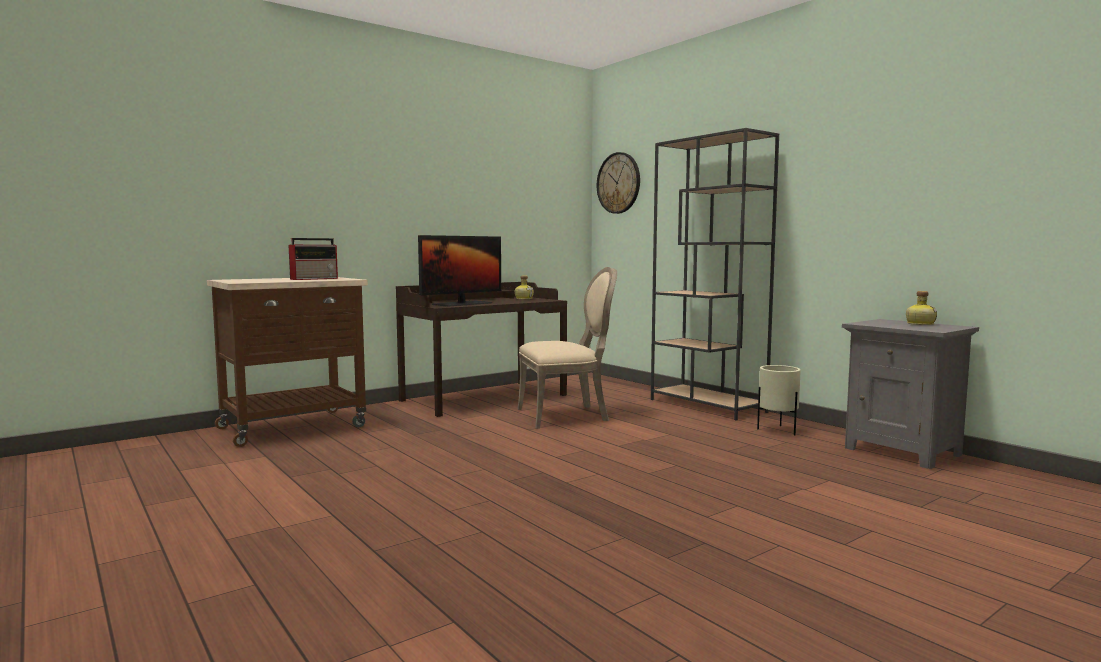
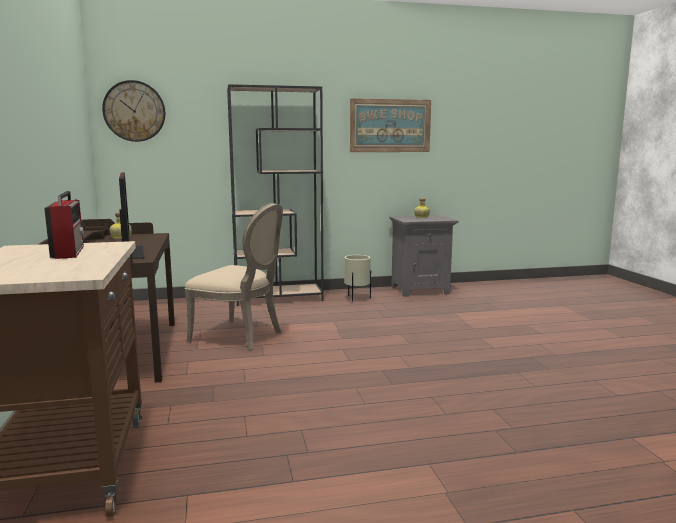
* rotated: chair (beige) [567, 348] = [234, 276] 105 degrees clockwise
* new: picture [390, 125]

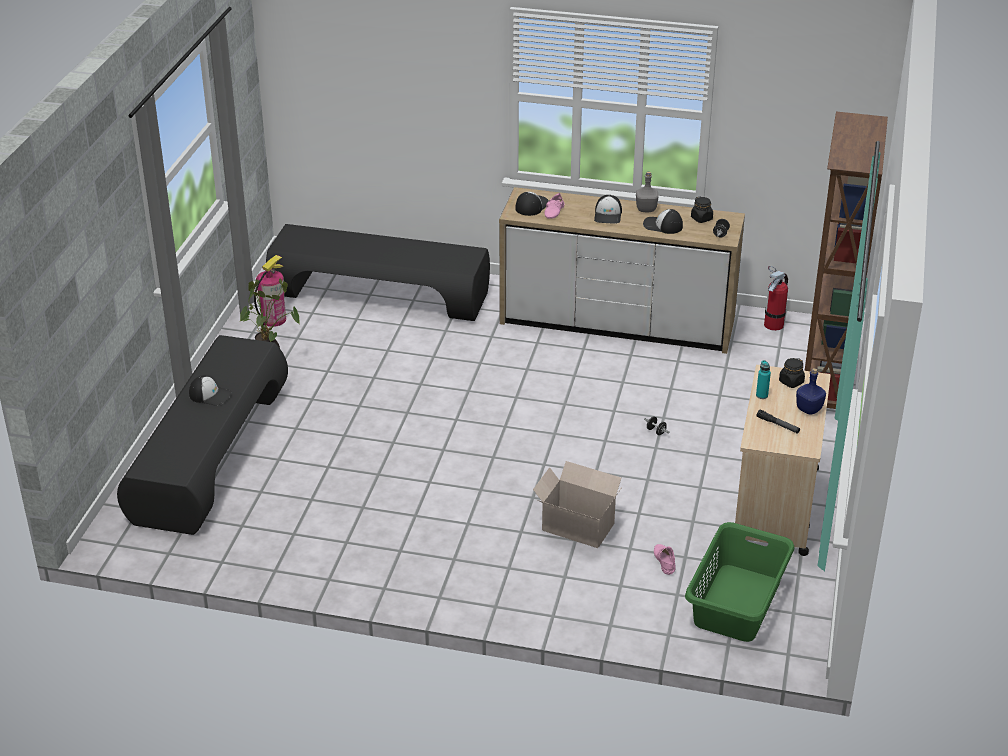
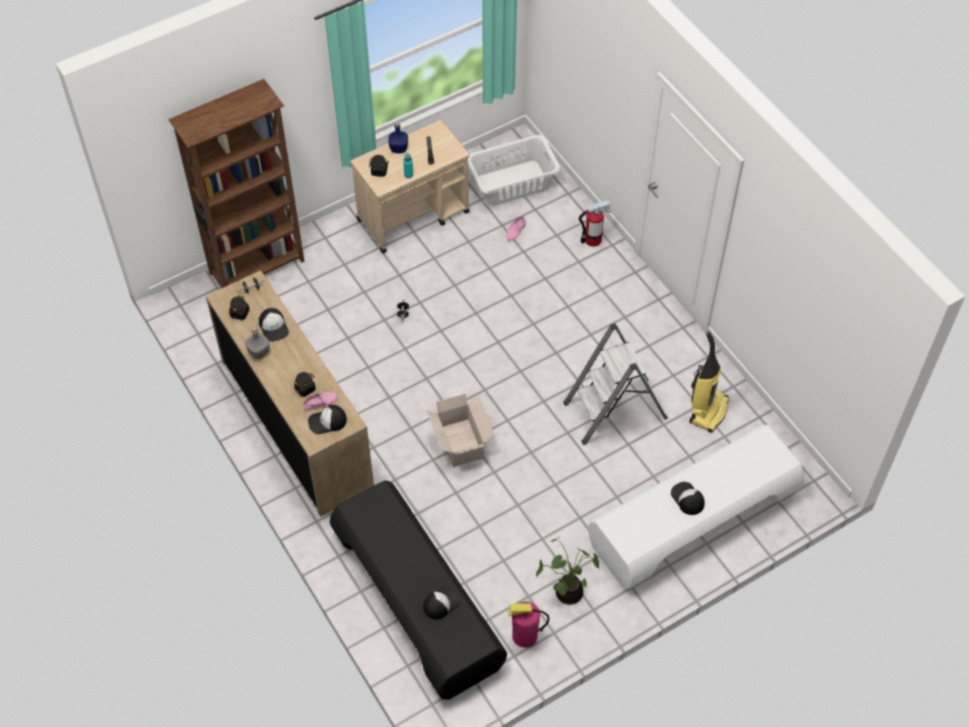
* new: jar (black) [305, 384]
* shifted: cap [608, 209] to [442, 602]
* shifted: cardboard box [577, 504] to [460, 430]
* repainted: laundry basket (green) [740, 582] to laundry basket (white) [514, 170]
* new: step ladder (grey) [615, 384]
* shifted: fire extinguisher [776, 298] to [595, 223]
* repainted: bench (black) [202, 435] to bench (white) [696, 507]
* new: vacuum cleaner [709, 382]

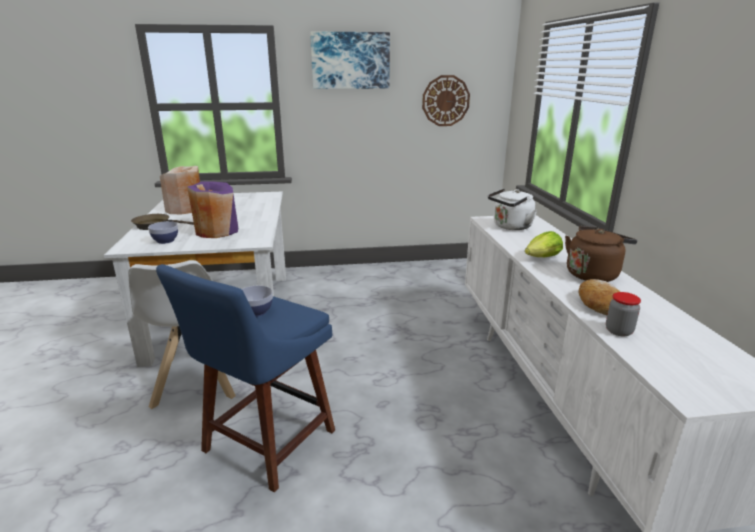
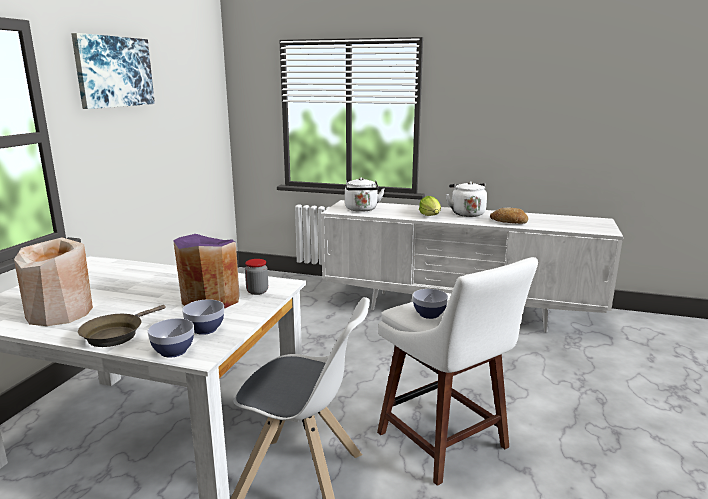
* new: bowl [171, 338]
* shifted: jar [623, 314] to [256, 277]
* repainted: stool (blue) [245, 378] to stool (white) [457, 371]
* repainted: kettle (brown) [601, 254] to kettle (white) [466, 199]
* gone: wall clock [446, 100]

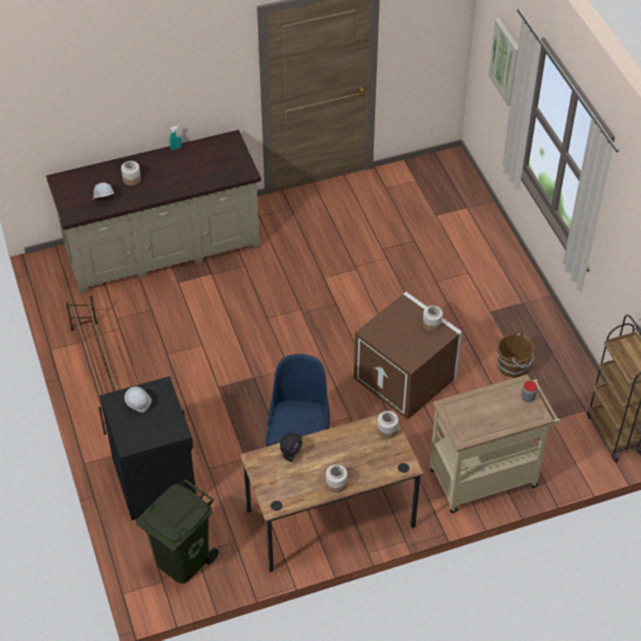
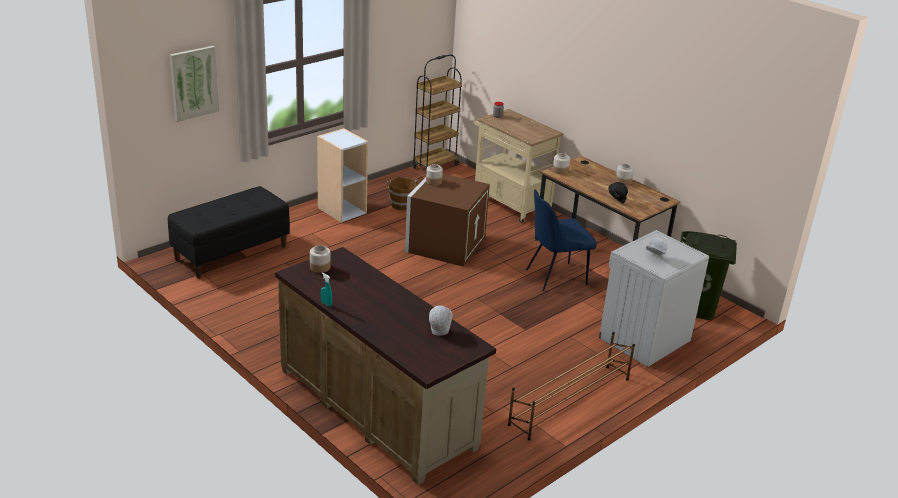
* new: bench (black) [229, 232]
* shifted: jar [131, 173] to [320, 259]
* new: bookcase [342, 175]
* repainted: washing machine (black) [148, 448] to washing machine (white) [654, 298]

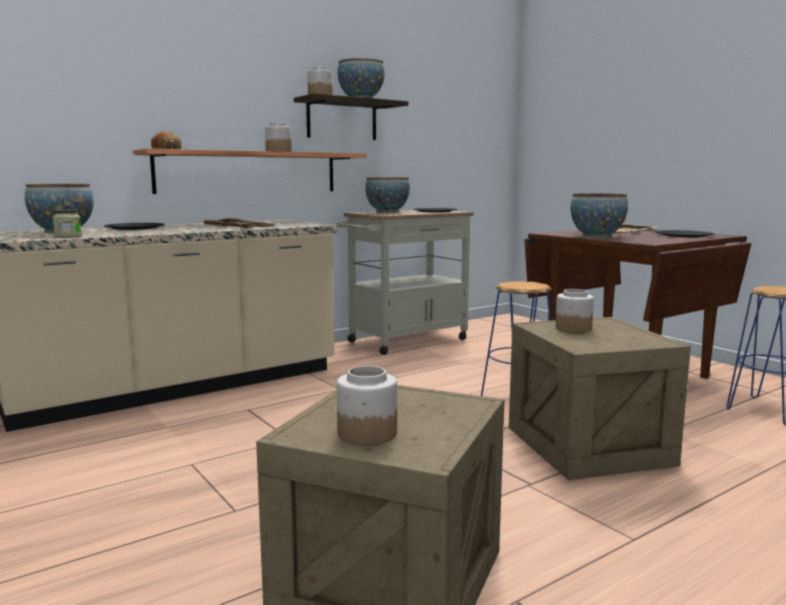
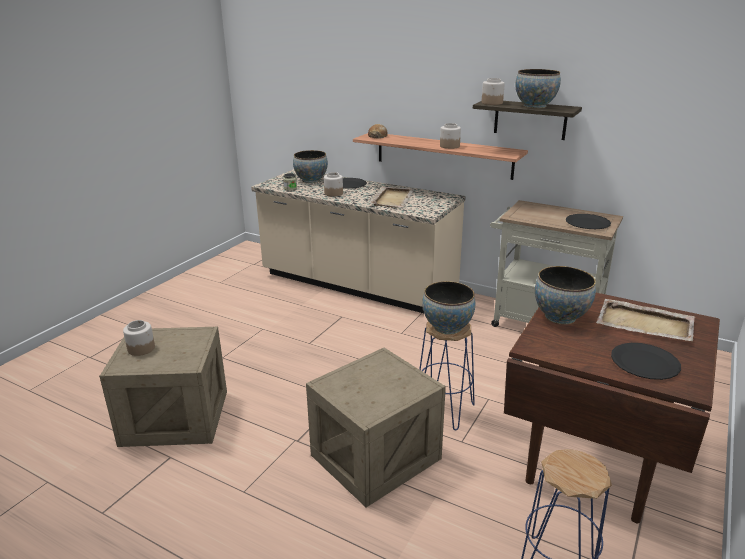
* shifted: jar [574, 311] to [333, 184]
* shifted: bowl [387, 195] to [448, 308]

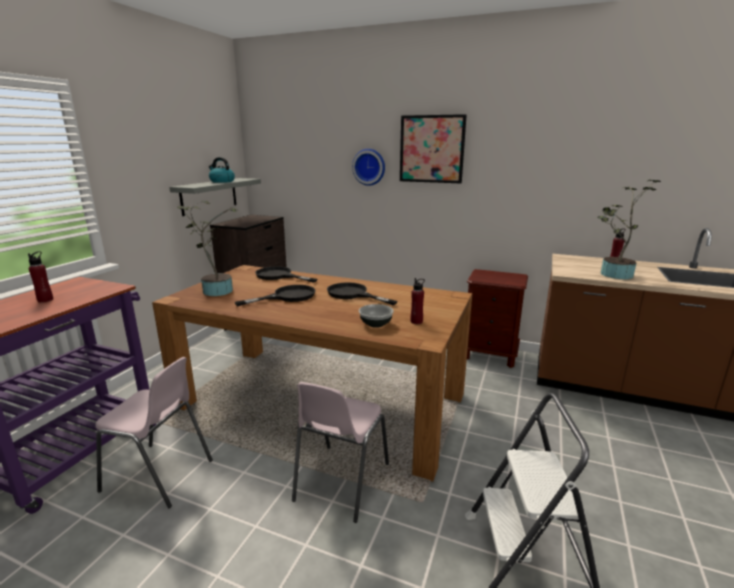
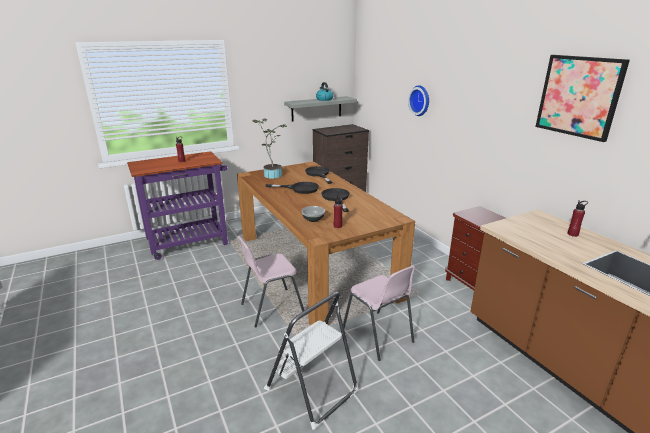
* shifted: chair (pink) [154, 432] to [379, 313]
* shifted: picture [433, 148] to [582, 98]
* gone: potted plant [629, 229]

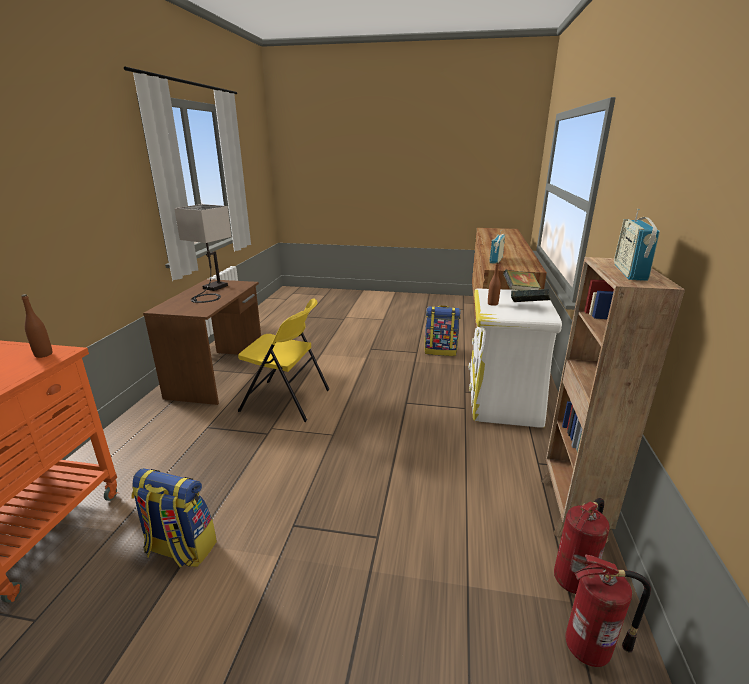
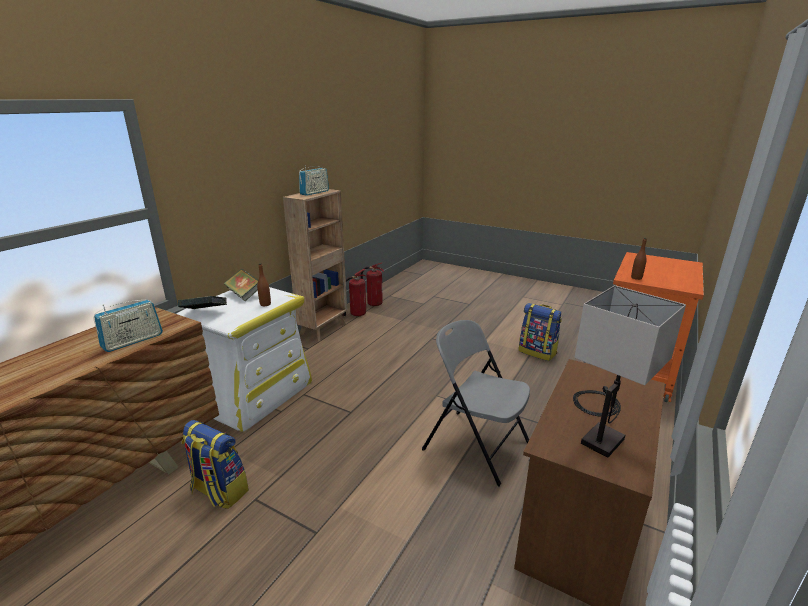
* repainted: chair (yellow) [283, 360] to chair (grey) [476, 403]

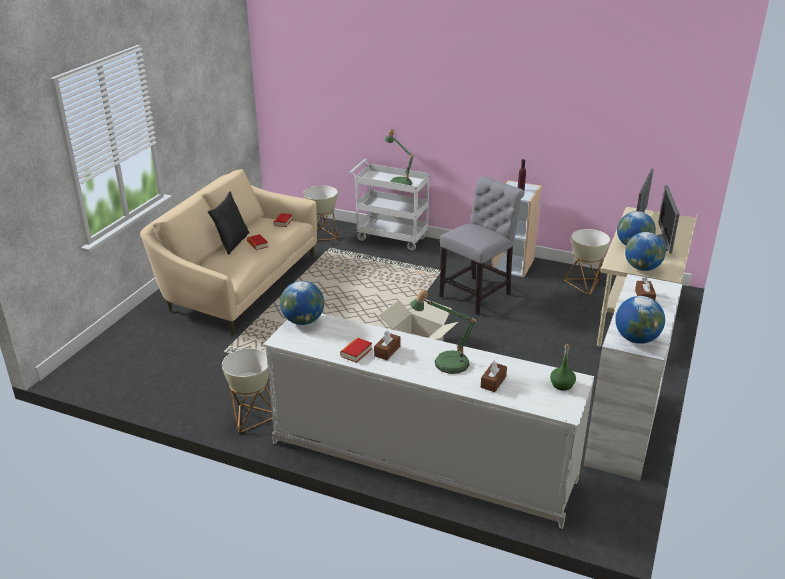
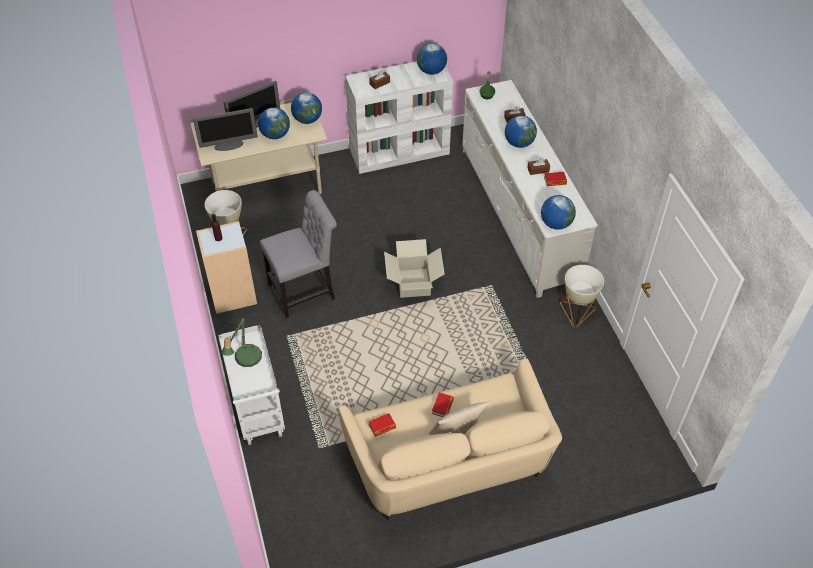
* rotated: chair (grey) [481, 245] = [298, 254] 150 degrees clockwise
* repainted: pillow (black) [228, 223] to pillow (beige) [459, 418]
* swapped: table lamp [444, 332] to globe [521, 131]
* gone: planter [320, 213]

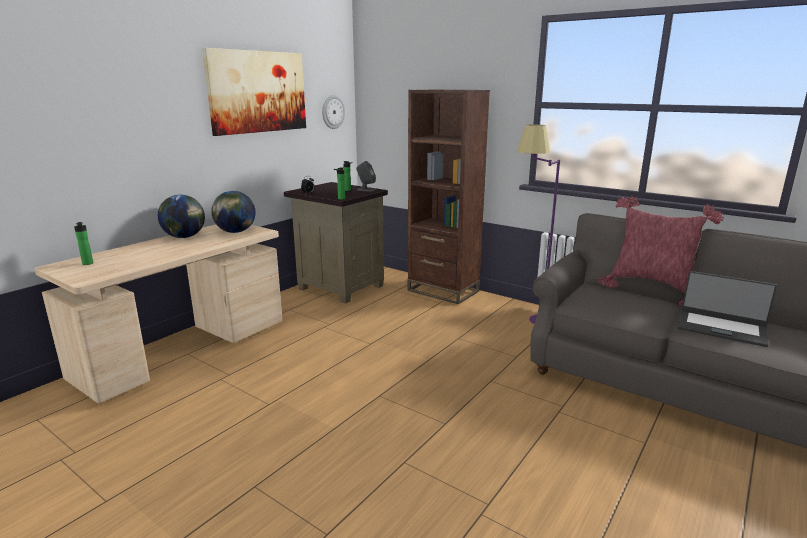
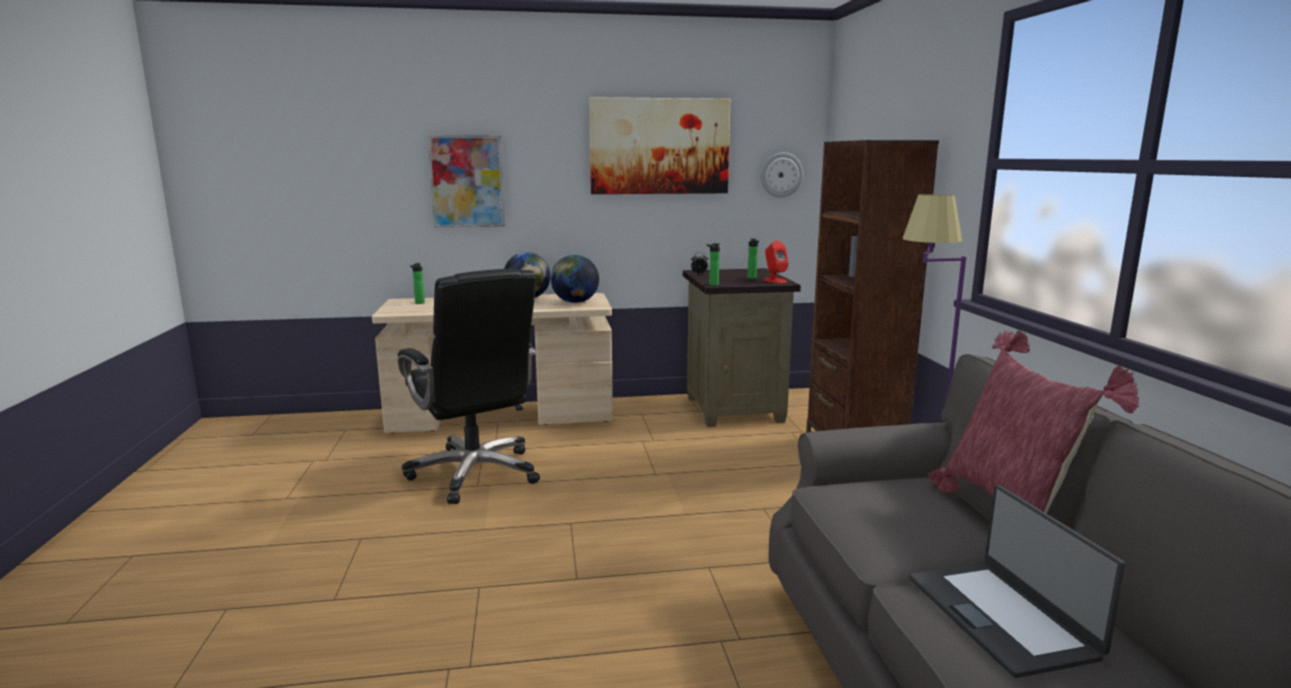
* new: office chair (black) [469, 386]
* new: picture [466, 181]
* repainted: speaker (grey) [366, 176] to speaker (red) [776, 262]

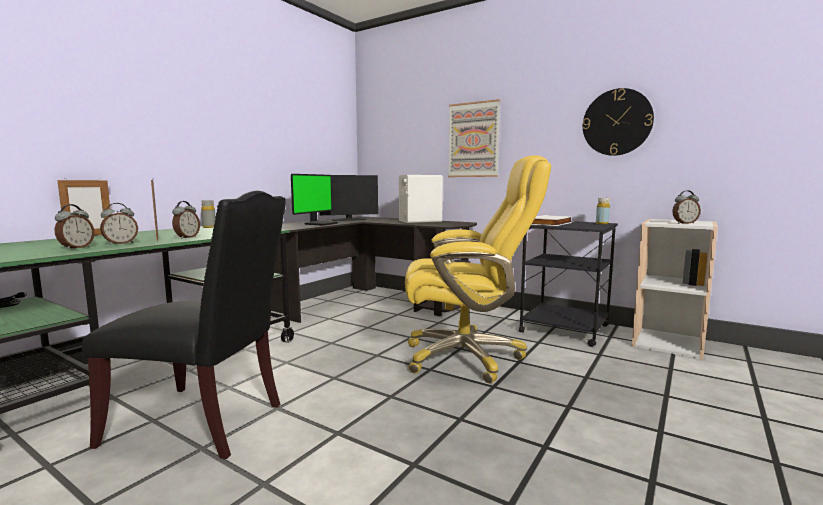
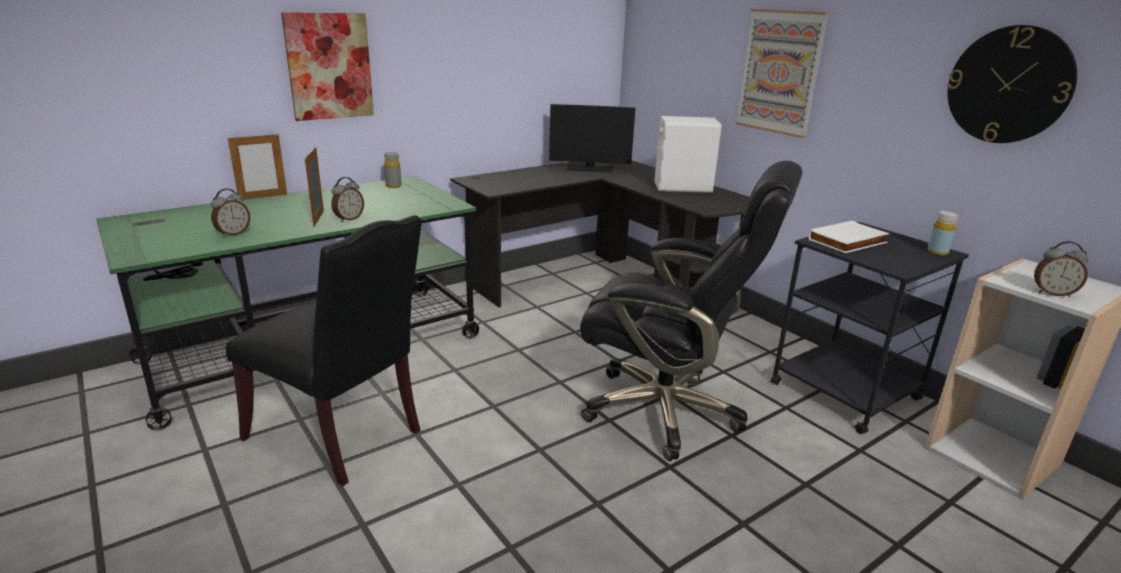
* new: picture [327, 66]
* repainted: office chair (yellow) [478, 269] to office chair (black) [691, 311]
* gone: alarm clock [119, 224]
* gone: monitor [314, 200]

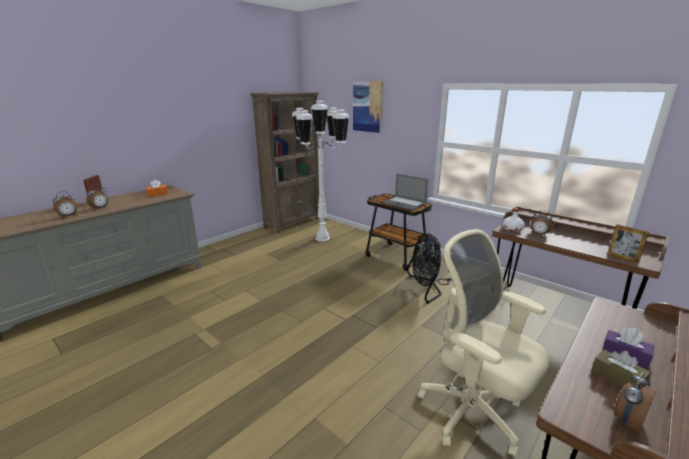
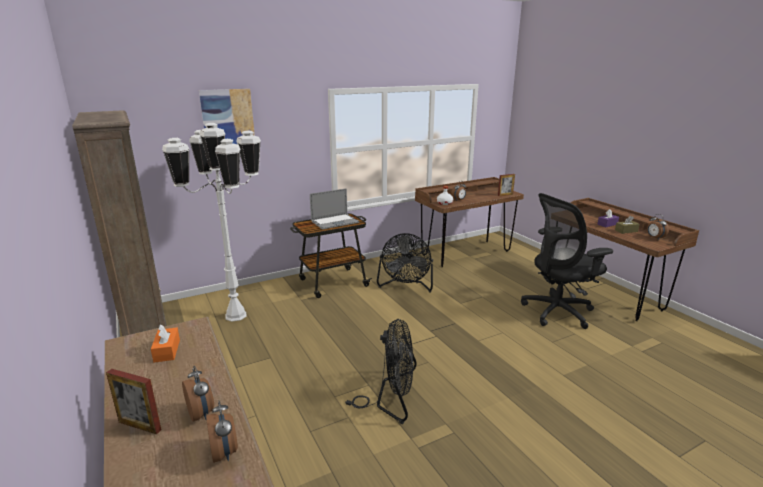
* new: fan (black) [381, 371]
* repainted: office chair (beige) [483, 342] to office chair (black) [567, 261]

